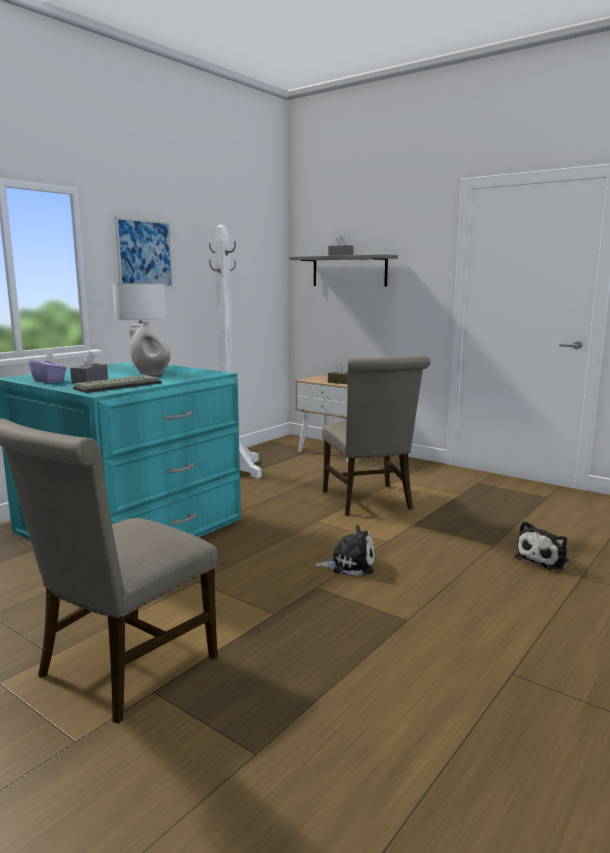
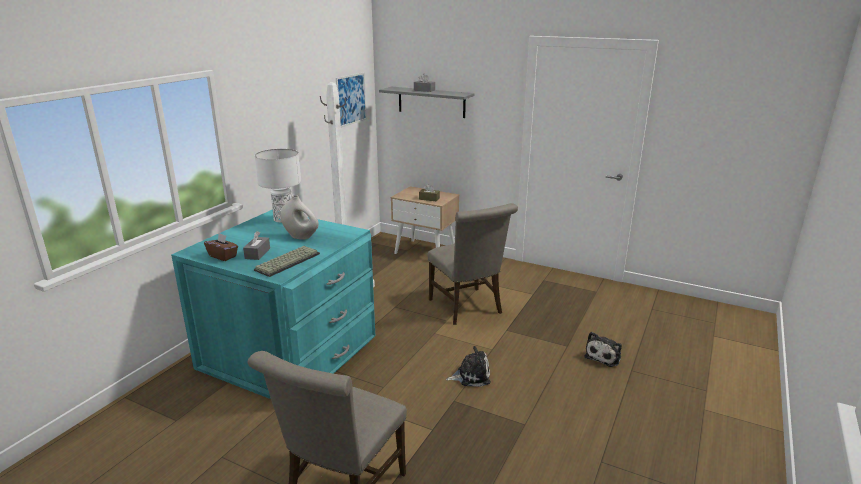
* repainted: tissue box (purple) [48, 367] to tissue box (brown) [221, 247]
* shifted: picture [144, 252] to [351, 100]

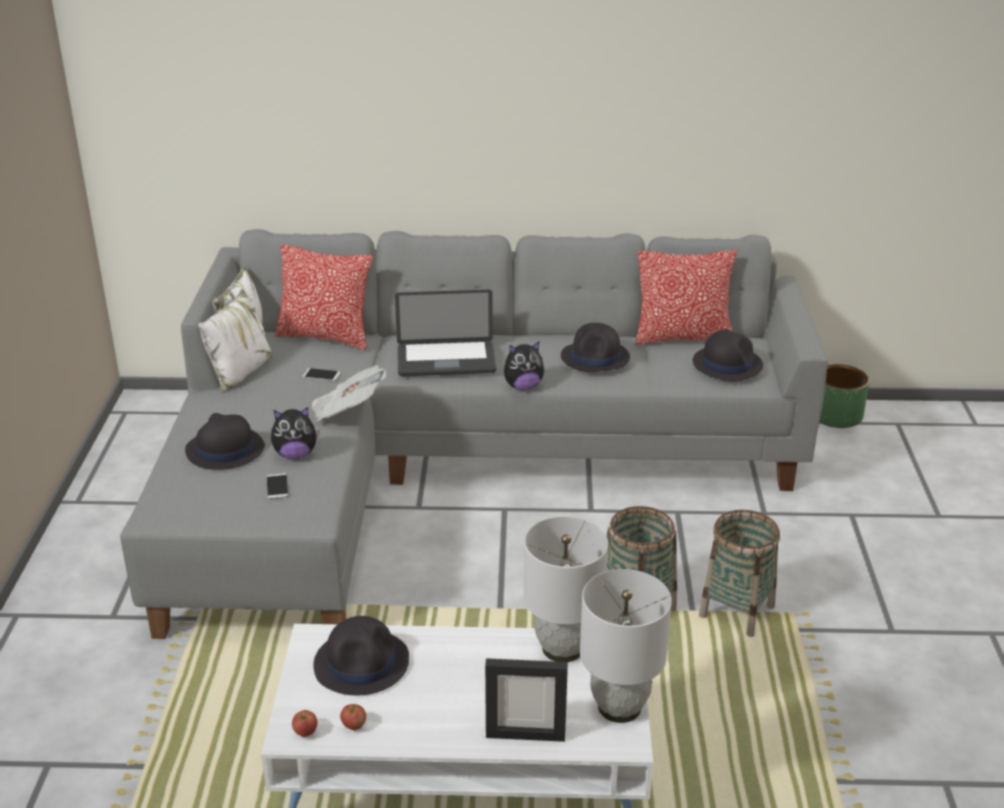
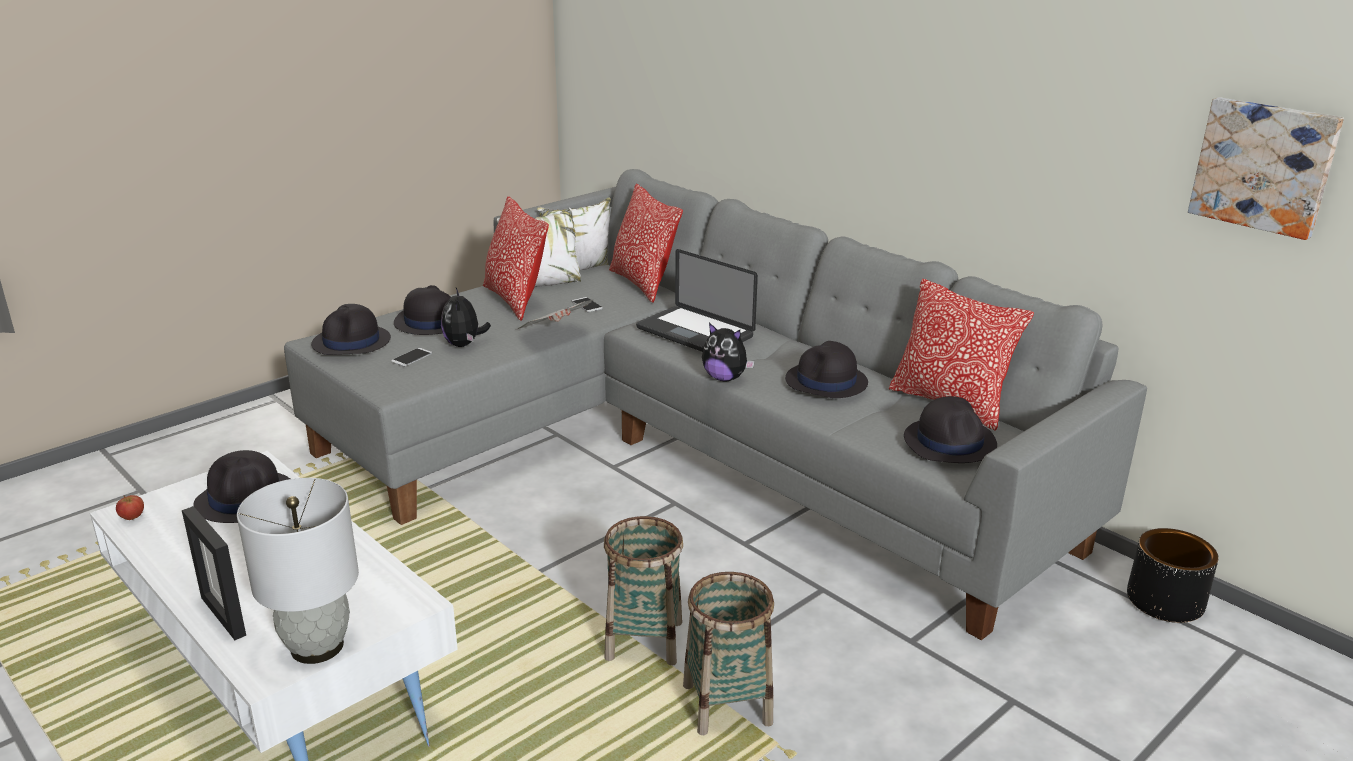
* new: hat (black) [351, 329]
* rotated: plush toy [295, 433] = [466, 317] 45 degrees clockwise
* new: pillow [516, 258]
* repainted: planter (green) [844, 396] to planter (black) [1173, 575]
* new: picture [1266, 168]
* gone: apple [353, 717]
* gone: table lamp (white) [566, 589]

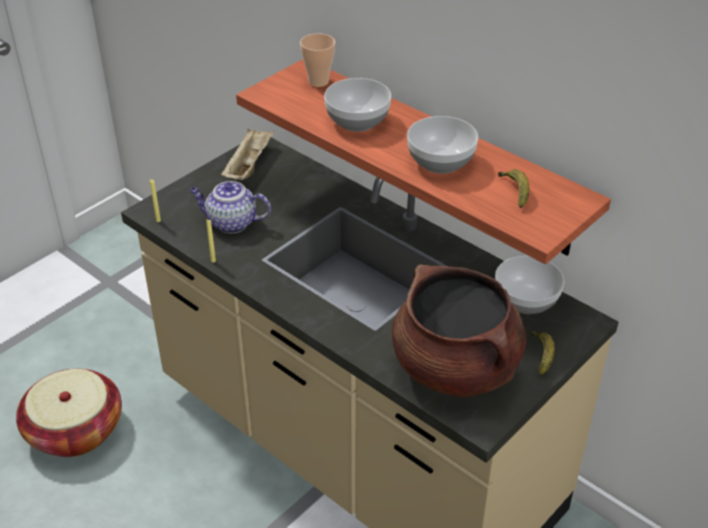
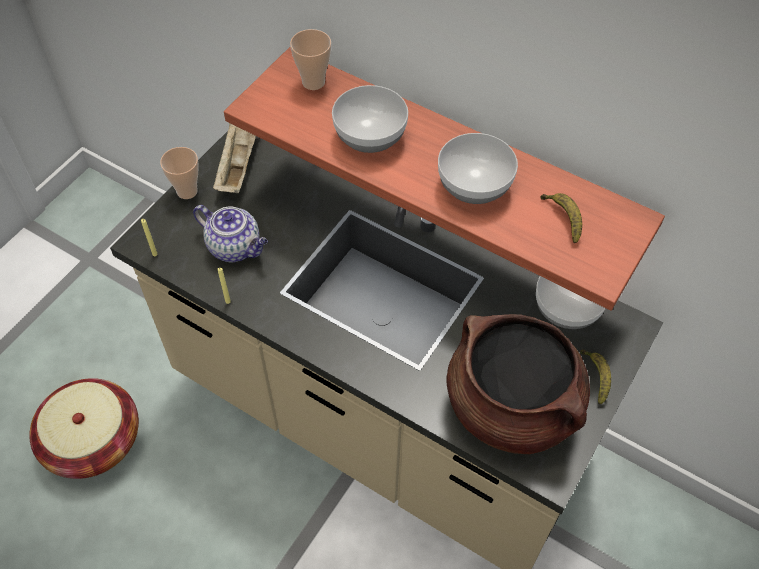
* new: cup [179, 173]
* rotated: teapot [230, 207] = [230, 233] 150 degrees counterclockwise

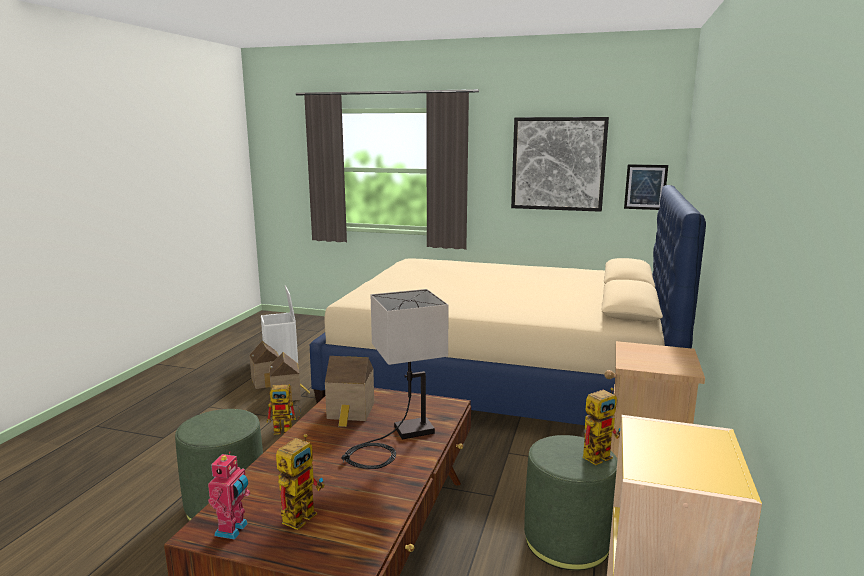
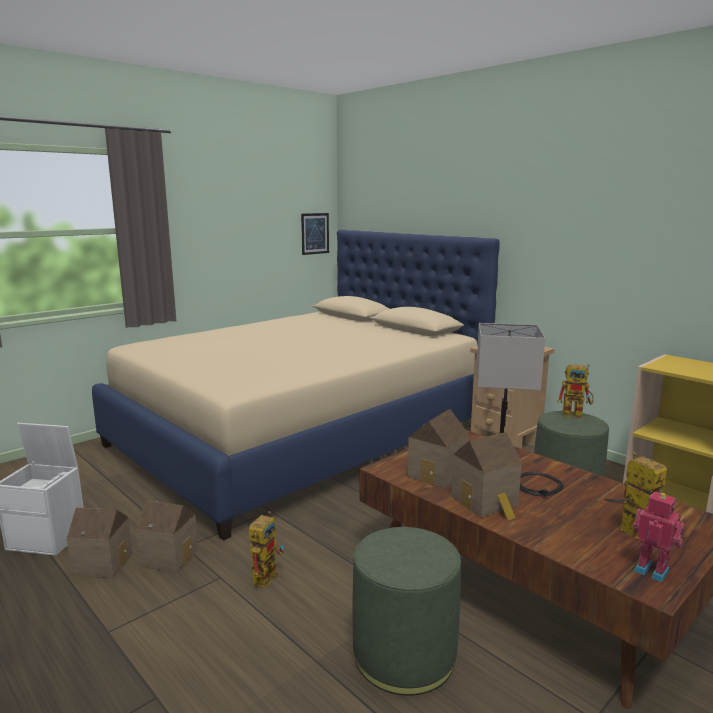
* new: toy house [486, 476]
* rotated: toy robot [601, 426] = [575, 391] 105 degrees clockwise
* gone: picture [560, 164]

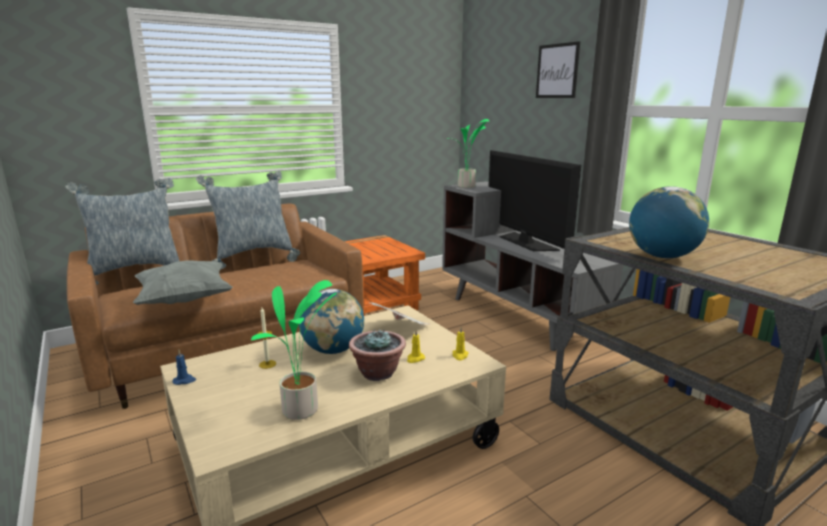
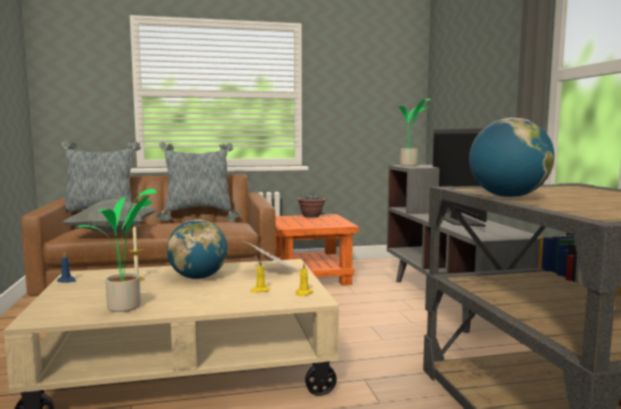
* shifted: potted plant [377, 355] to [311, 205]
* gone: picture [558, 69]

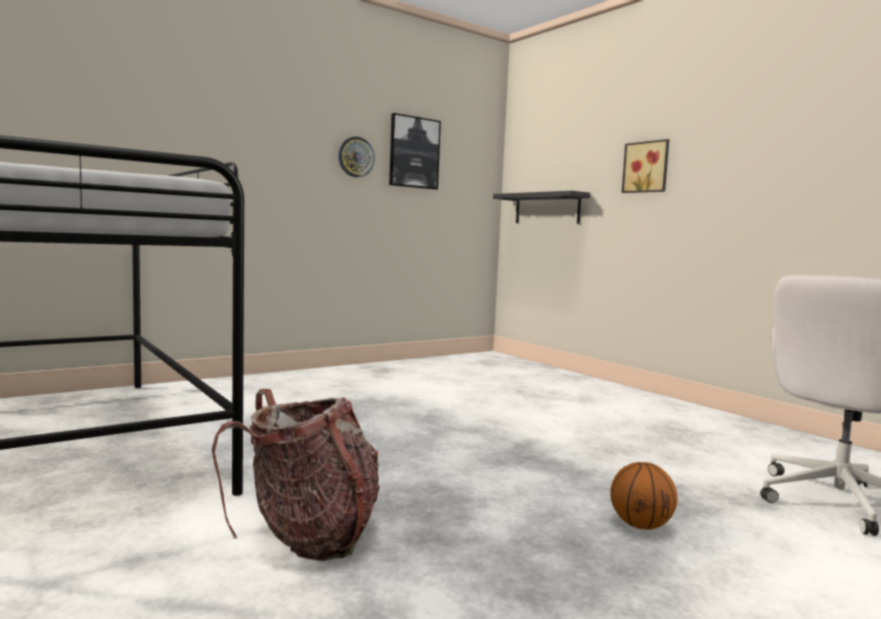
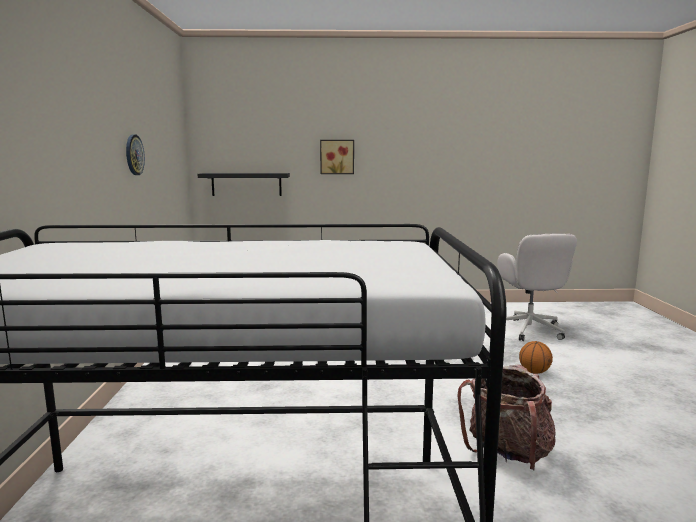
* gone: picture [415, 151]

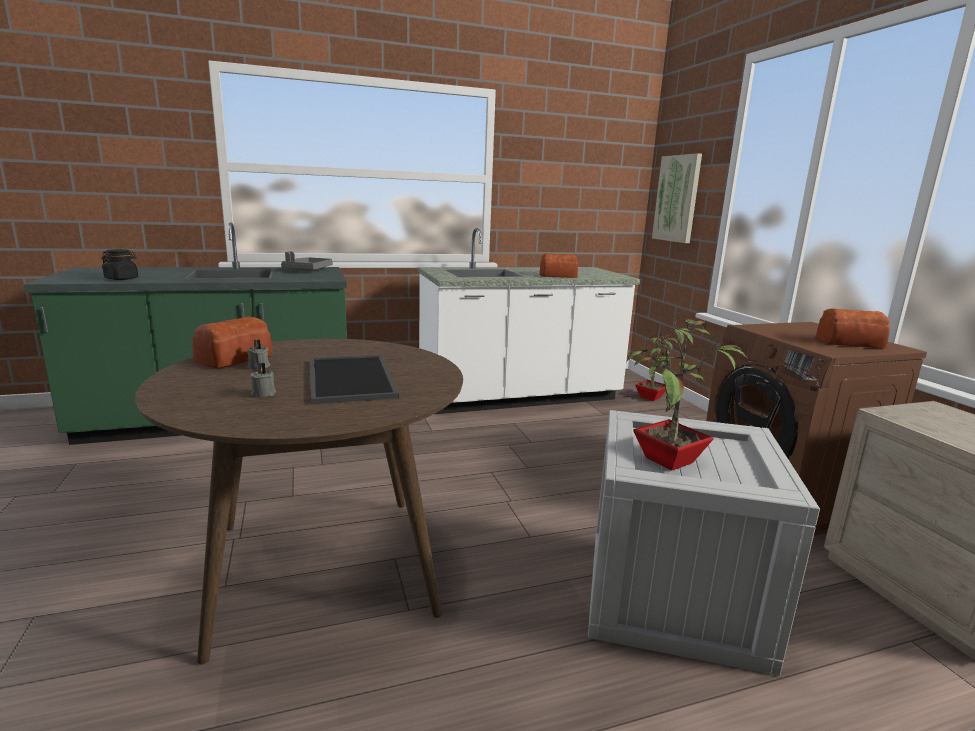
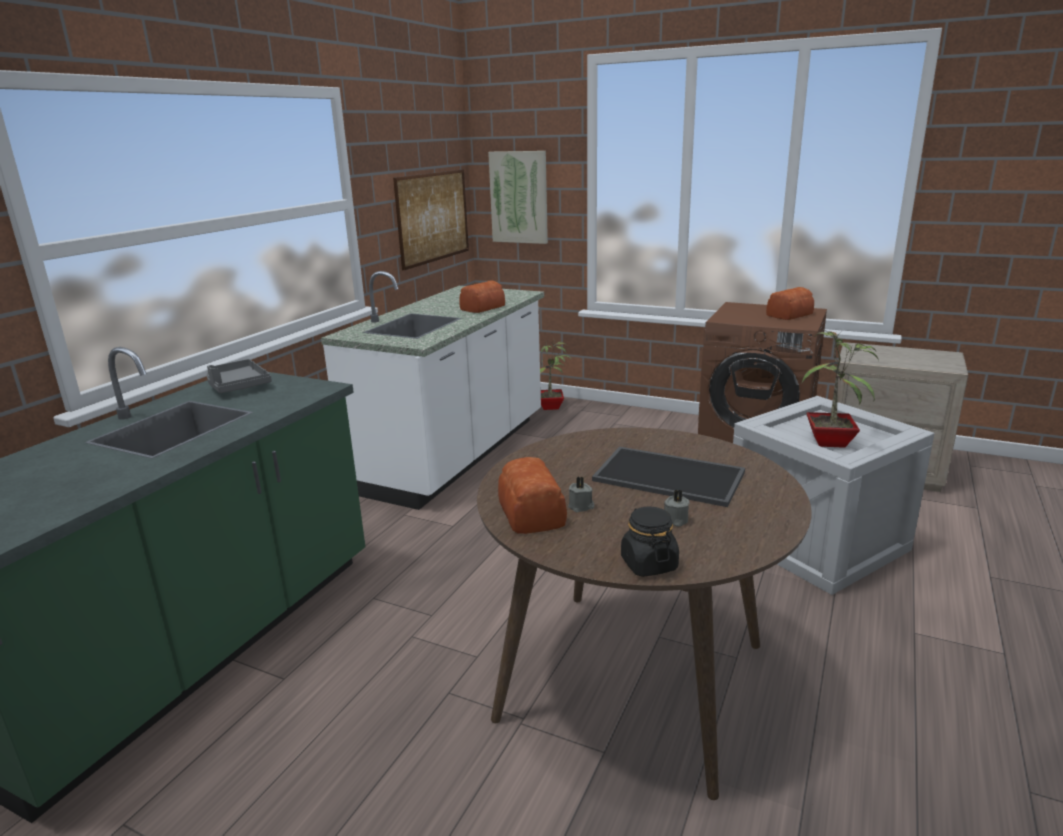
* new: picture [431, 220]
* shifted: jar (black) [119, 264] to [650, 542]

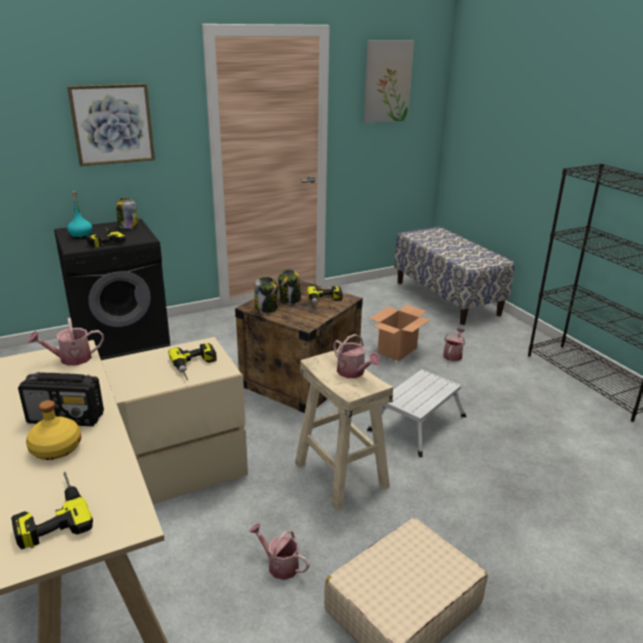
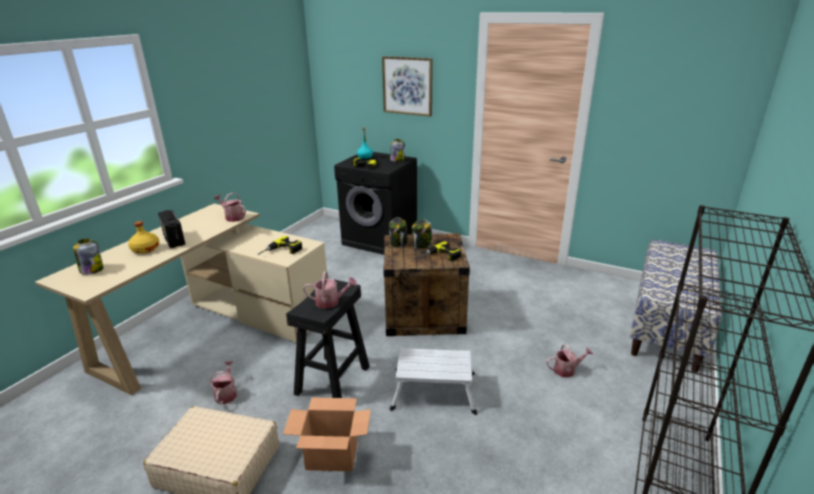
* swapped: power drill [52, 510] to jar [88, 257]
* shifted: cardboard box [400, 333] to [327, 434]
* repainted: stool (beige) [344, 430] to stool (black) [328, 338]
* rotated: watering can [356, 356] = [330, 290] 105 degrees counterclockwise
* gone: picture [389, 81]

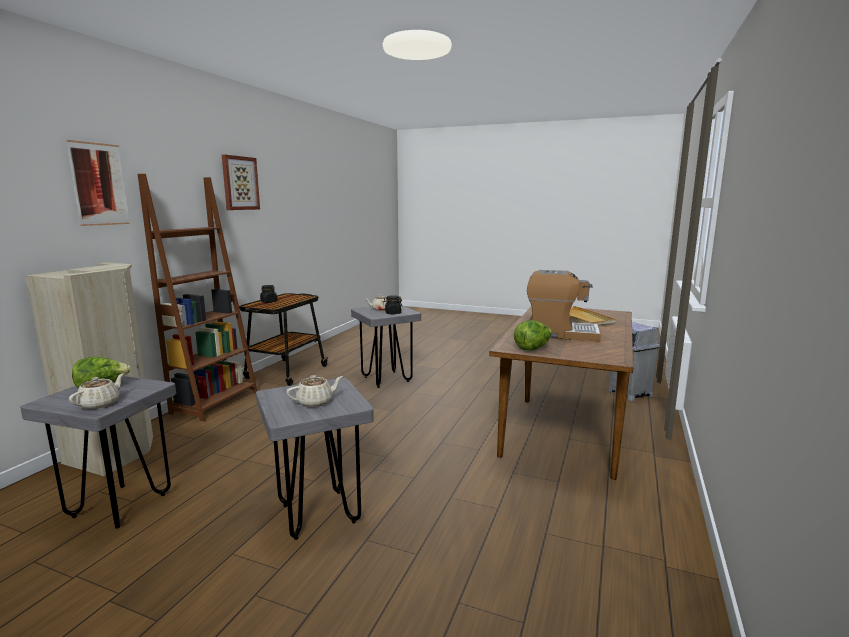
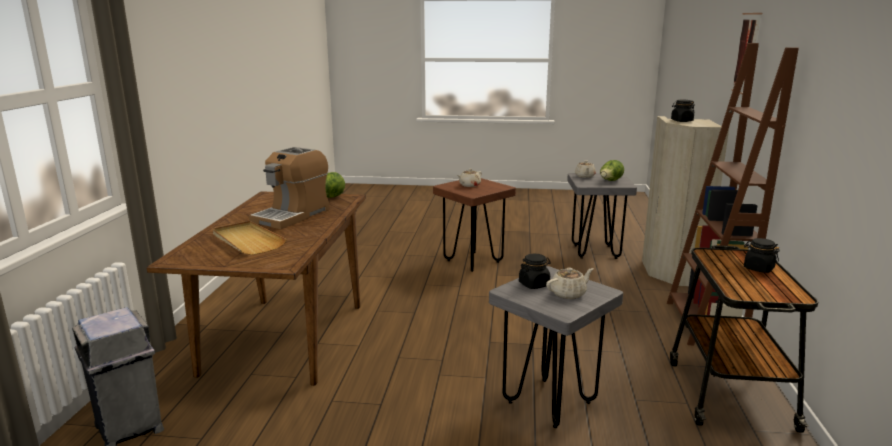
* rotated: coffee machine [564, 305] = [289, 188] 60 degrees counterclockwise
* repainted: stool (grey) [315, 459] to stool (brown) [474, 225]
* new: jar (black) [683, 111]
* gone: picture [241, 182]

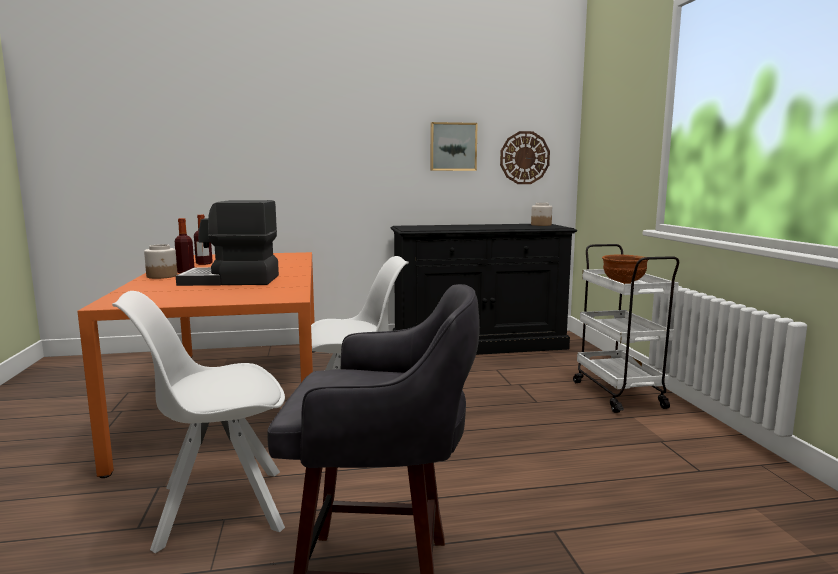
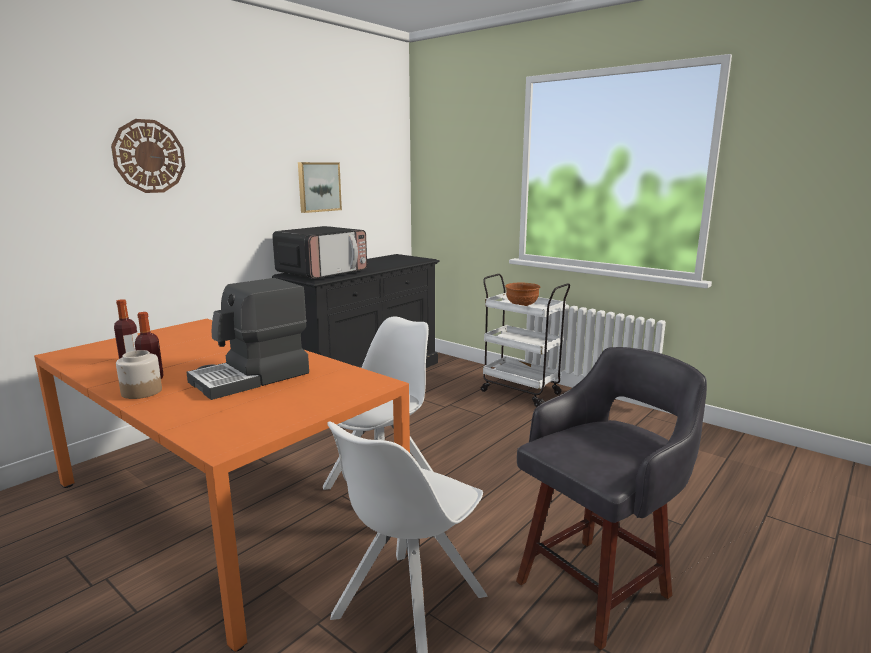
* shifted: wall clock [525, 157] to [148, 156]
* new: microwave [319, 252]
* gone: jar [541, 214]

